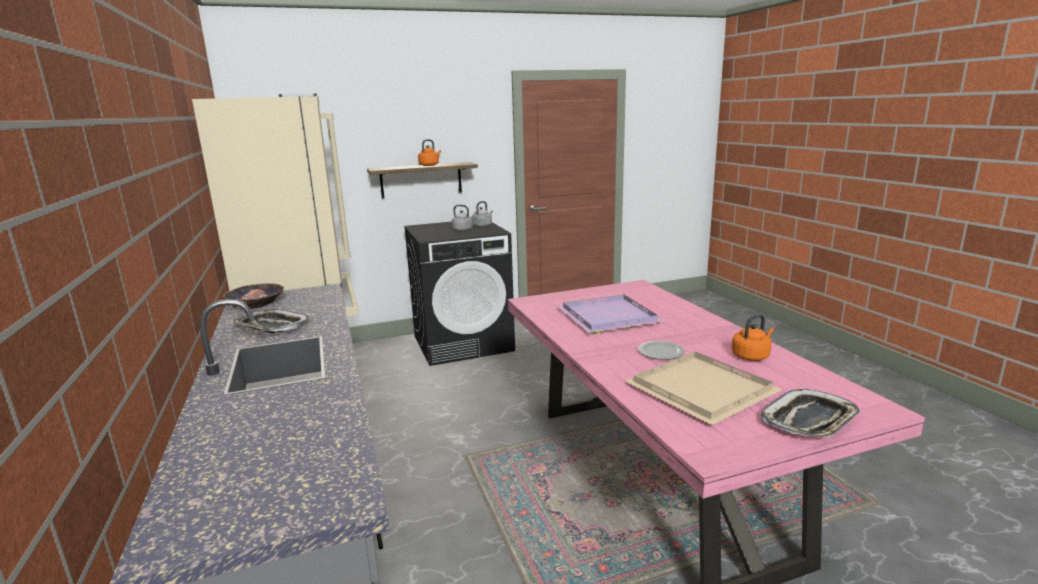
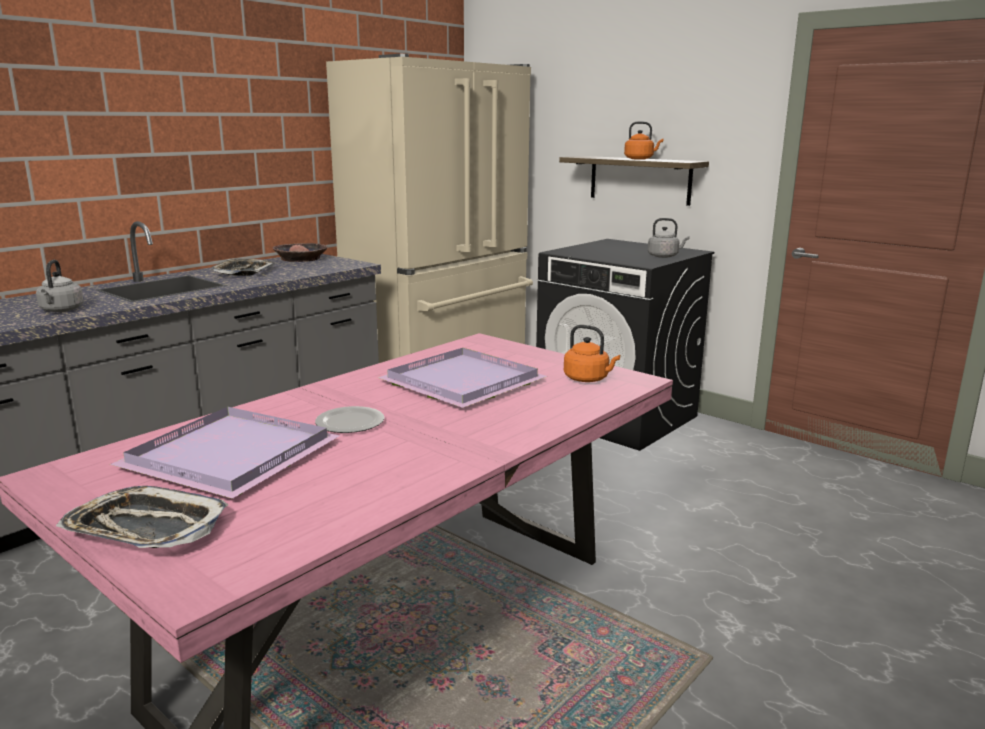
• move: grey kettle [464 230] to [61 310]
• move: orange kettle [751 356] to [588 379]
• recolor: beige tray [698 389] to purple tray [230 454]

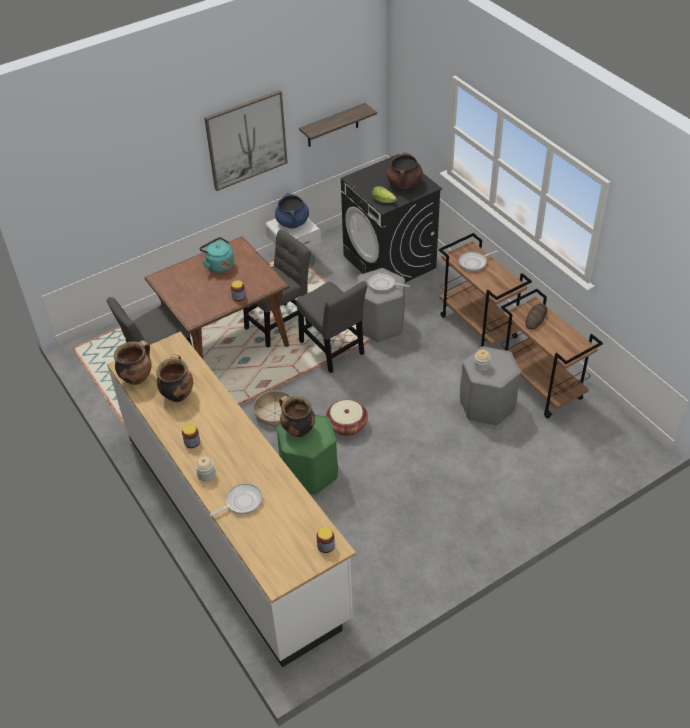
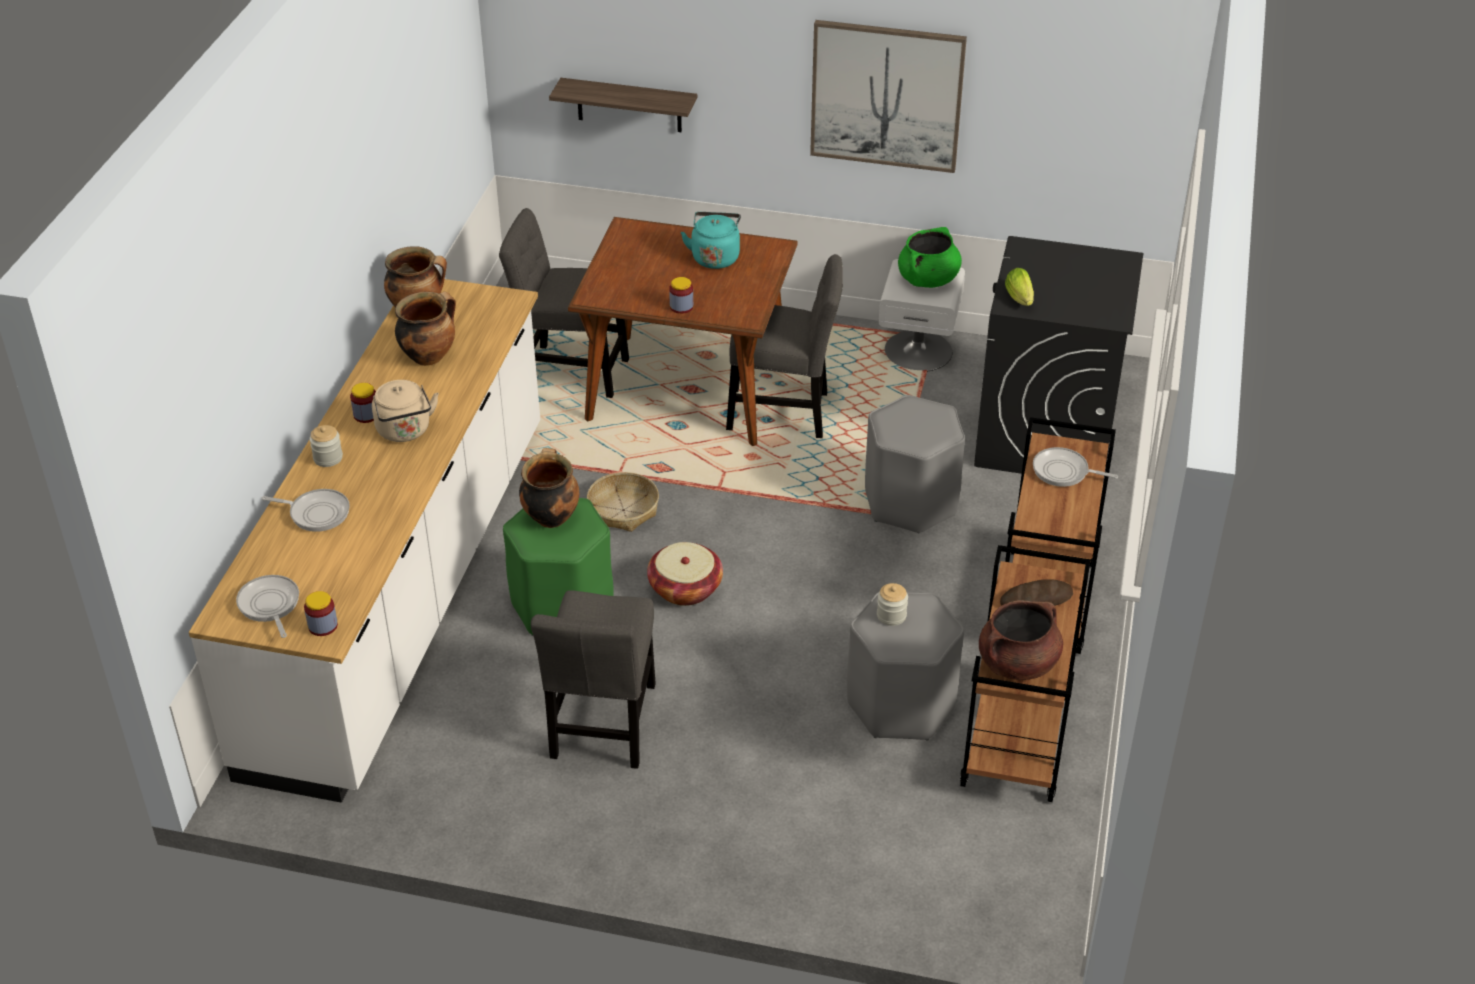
• insert: beige kettle [405 431]
• move: grey chair [333 350] to [603 727]
• move: shelf [332 126] to [629 105]
• move: frying pan [383 284] to [269 605]
• move: brown cooking pot [404 184] to [1017 664]
• recolor: blue cooking pot [292 222] to green cooking pot [928 280]

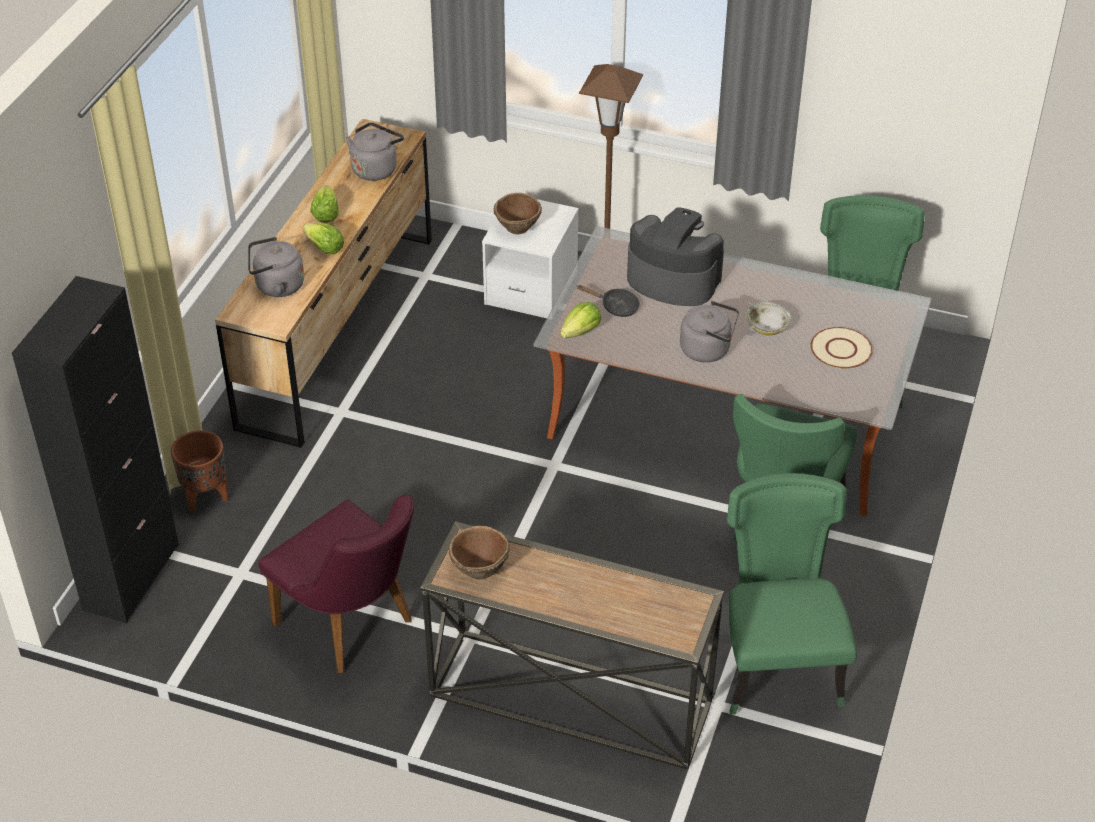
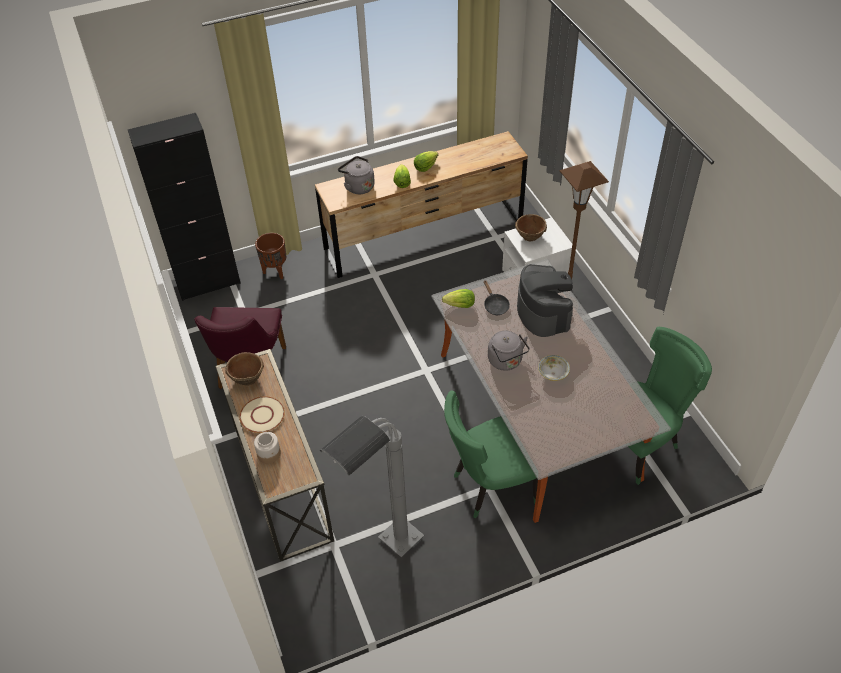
• delete: grey kettle [376 168]
• insert: jar [269 454]
• move: beige plate [841 349] to [262 415]
• replace: green chair [777 666] to grey floor lamp [385 554]

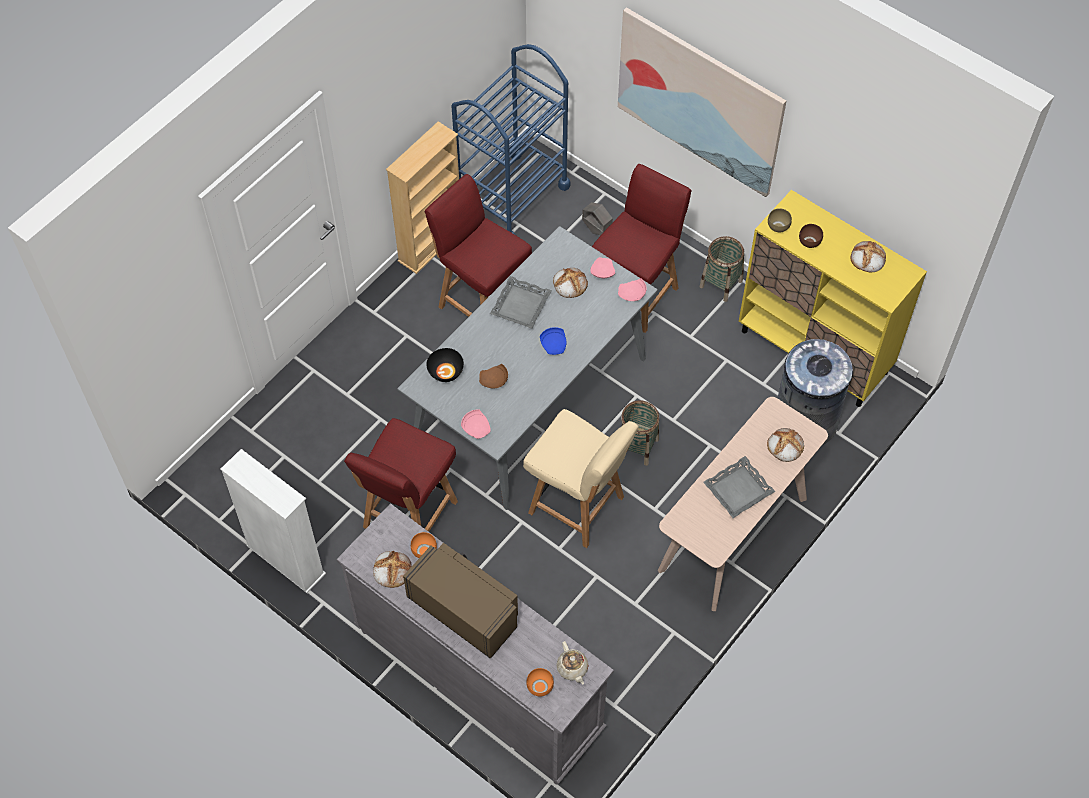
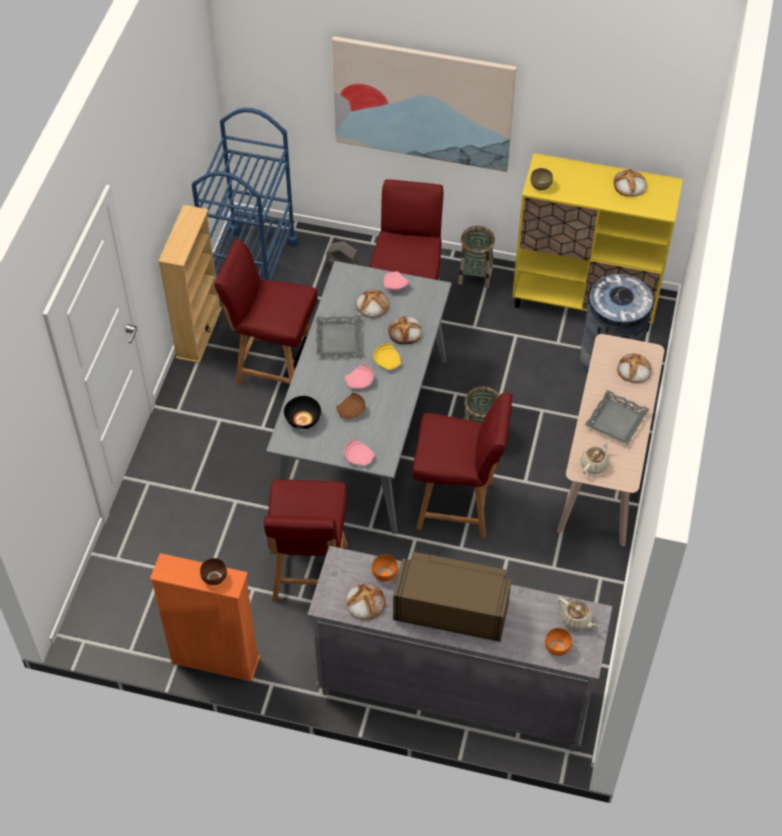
• insert: bread [405 332]
• insert: beige teapot [594 464]
• move: pink plate [632 294] to [360 381]
• move: brown bowl [810 242] to [215 577]
• recolor: white bookcase [286 560] to orange bookcase [215 660]
• recolor: beige chair [578 506] to red chair [457 505]
• recolor: blue plate [554 345] to yellow plate [388 361]

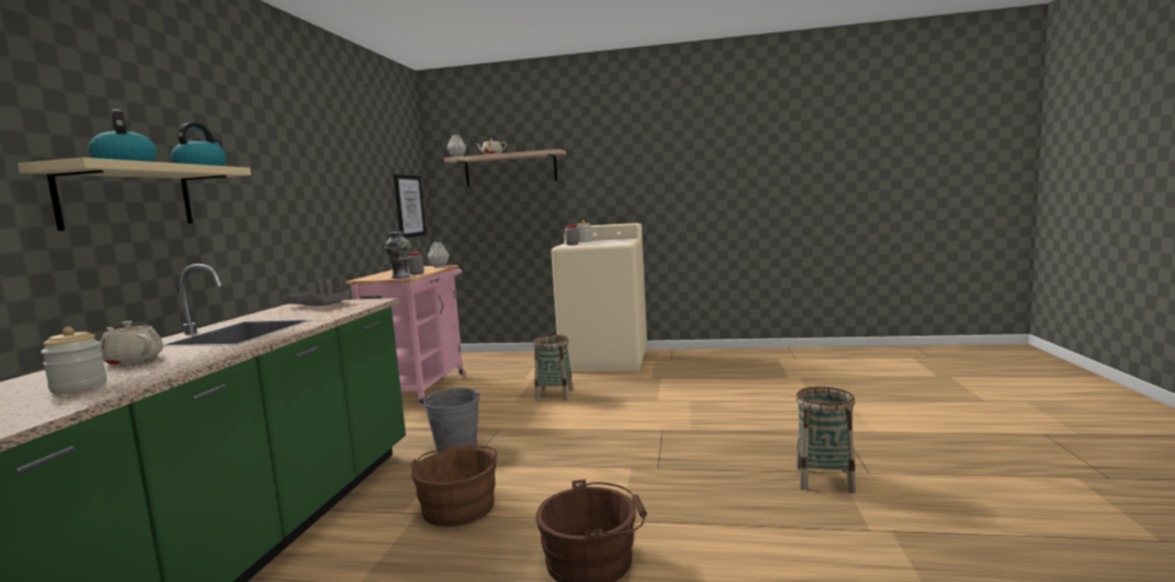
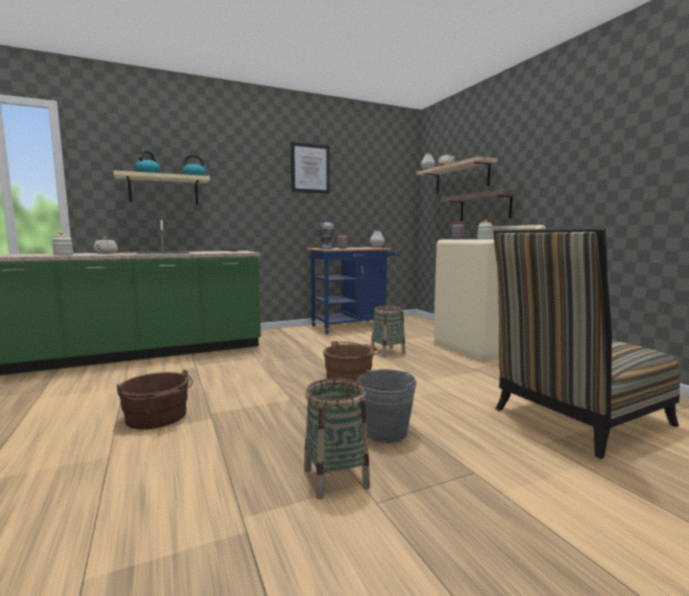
• insert: shelf [484 207]
• insert: chair [575 419]
• move: picture [409 206] to [310 168]
• move: brown bucket [459 505] to [350 376]
• move: grey bucket [456 446] to [385 432]
• recolor: pink cart [422 387] to blue cart [353 326]

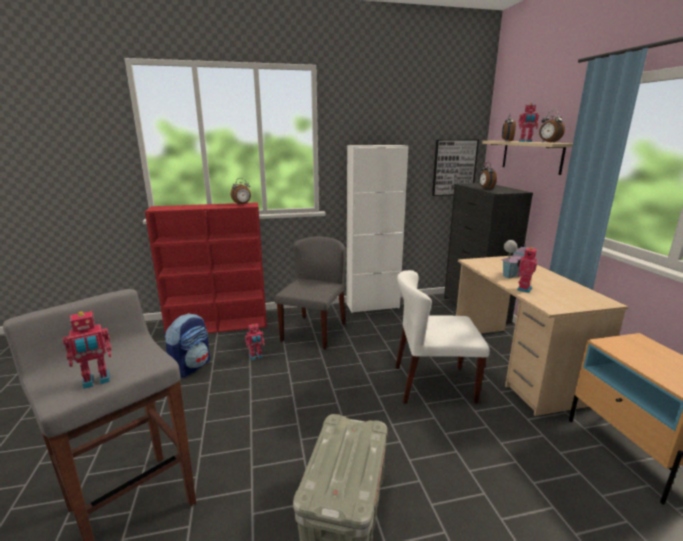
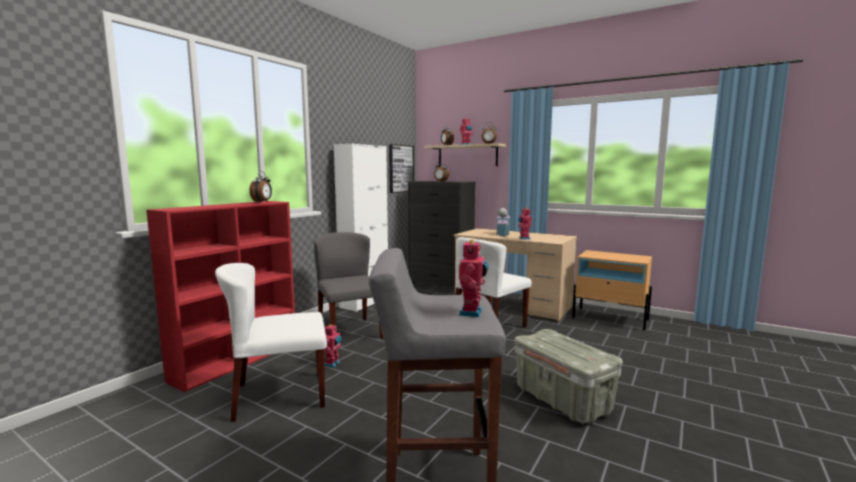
• replace: backpack [191 366] to white chair [279 396]

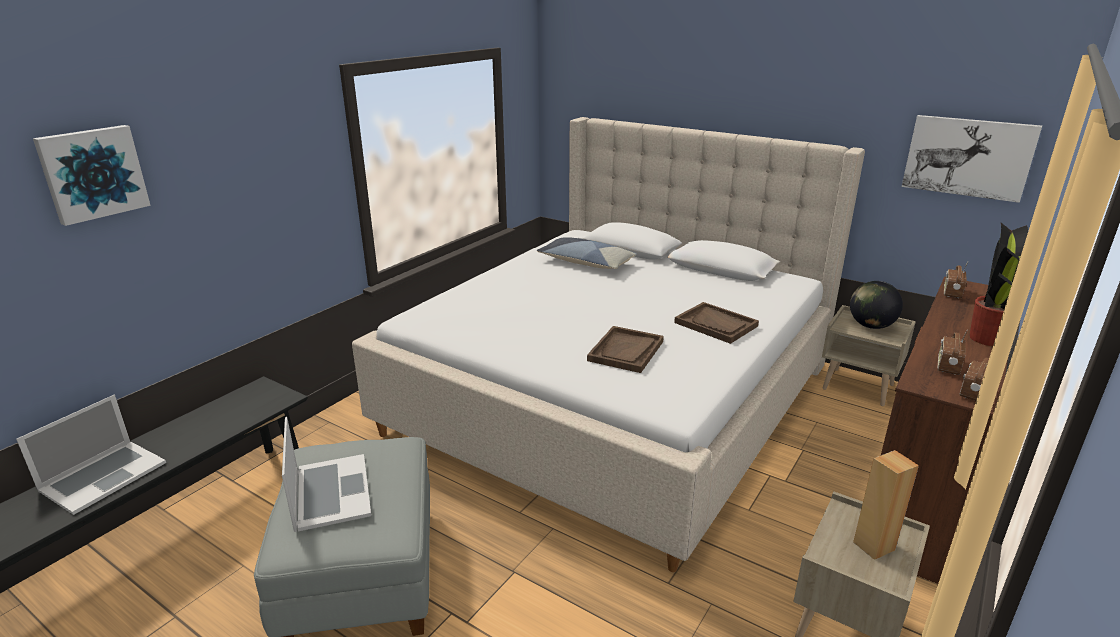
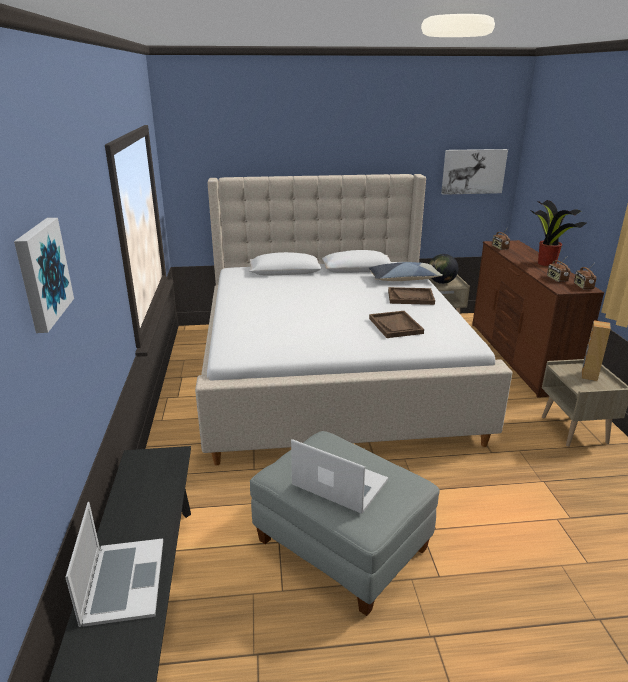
• move: pillow [586 262] to [403 279]

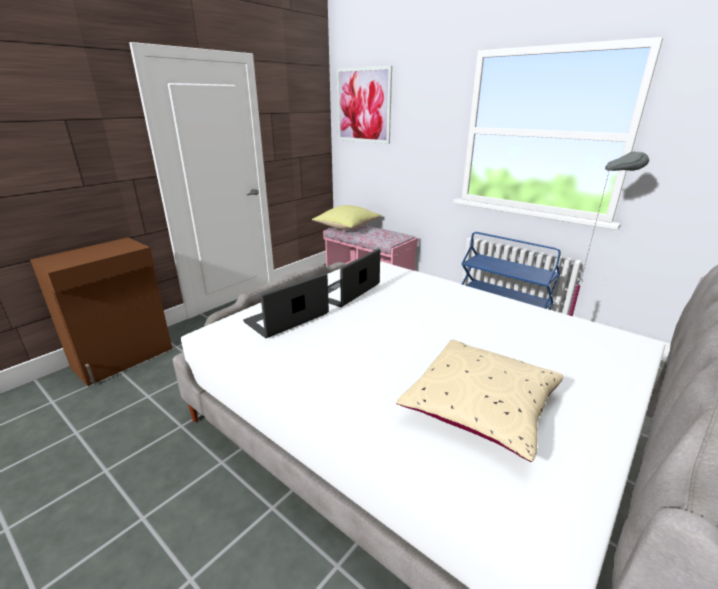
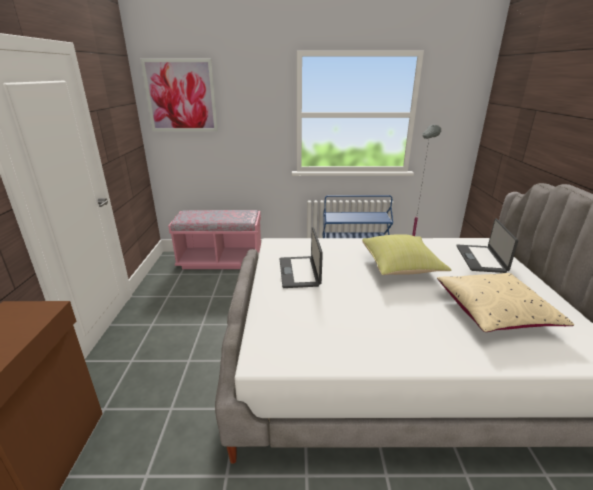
• move: laptop [287 318] to [481 259]
• move: yellow pillow [347 228] to [401 268]

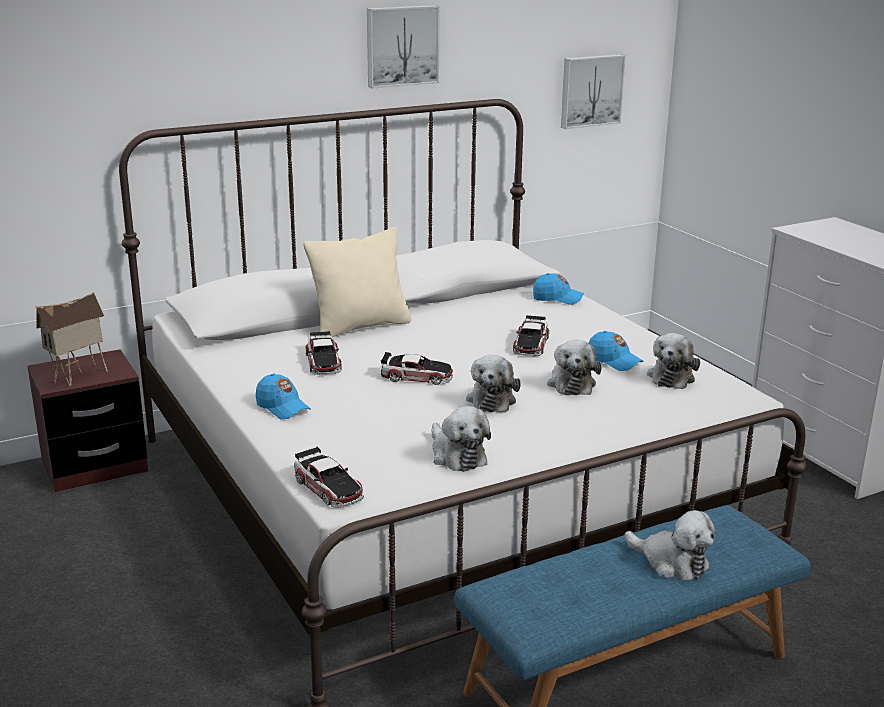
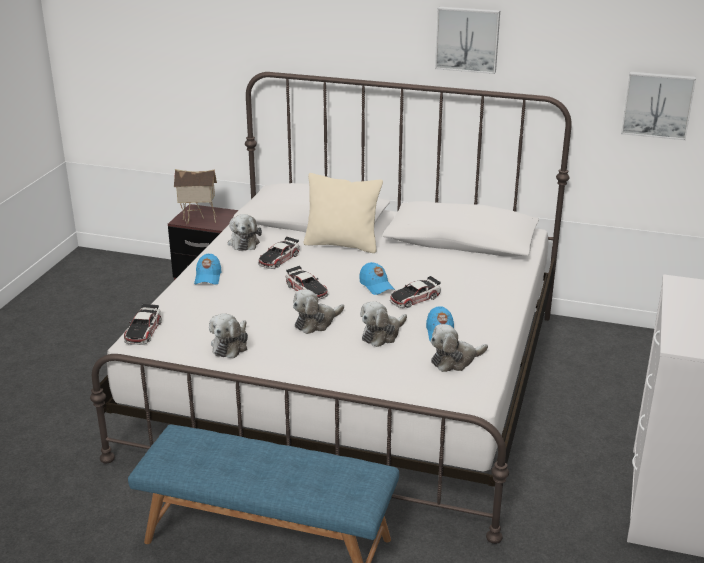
• move: blue cap [557 298] to [376 286]
• move: plush toy [671 562] to [244 242]

